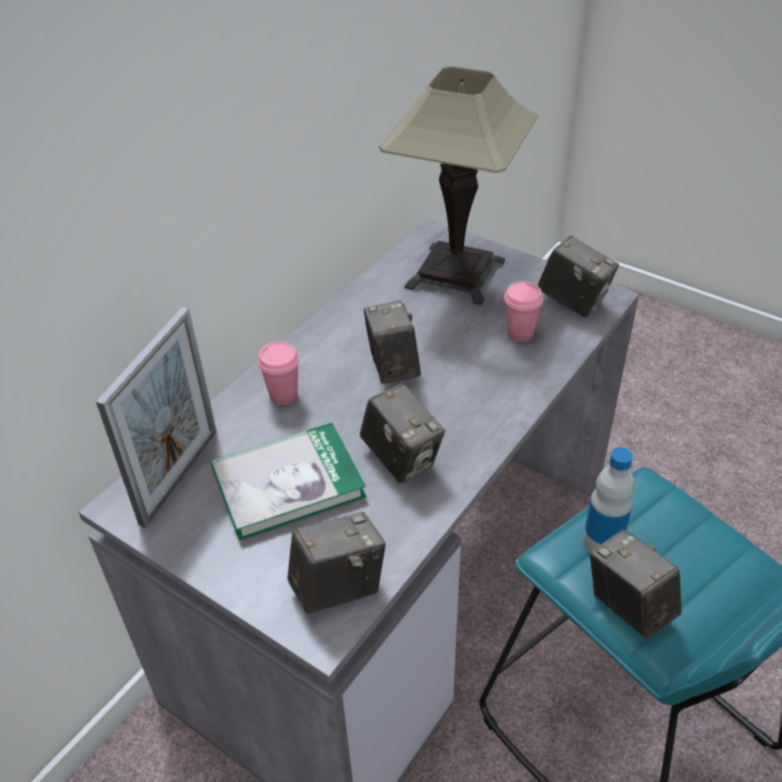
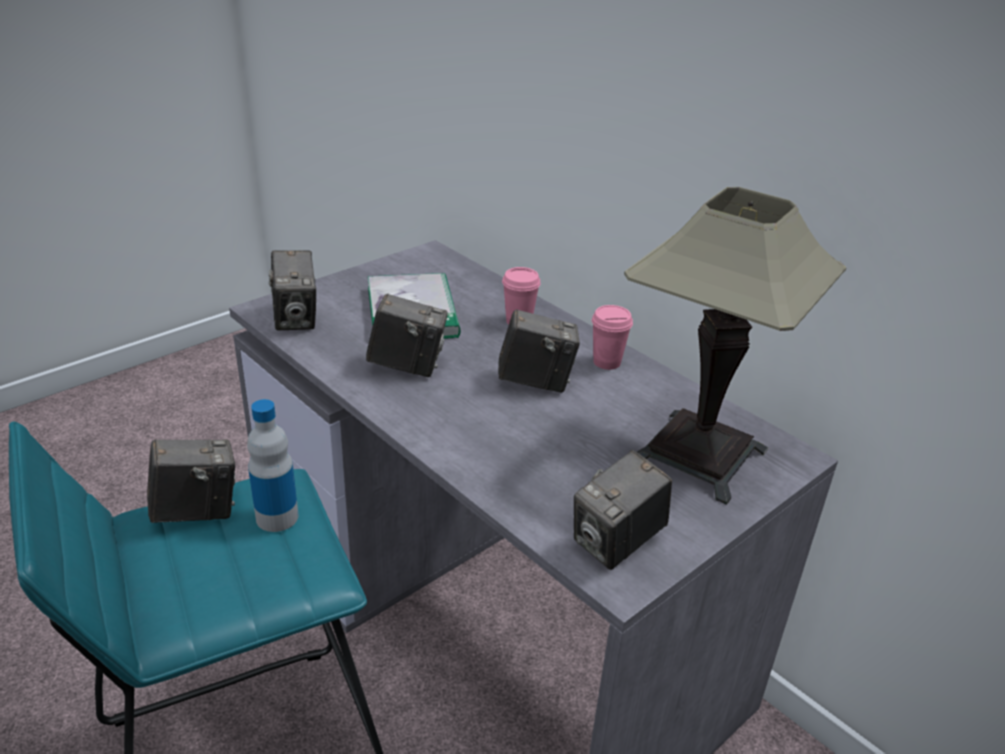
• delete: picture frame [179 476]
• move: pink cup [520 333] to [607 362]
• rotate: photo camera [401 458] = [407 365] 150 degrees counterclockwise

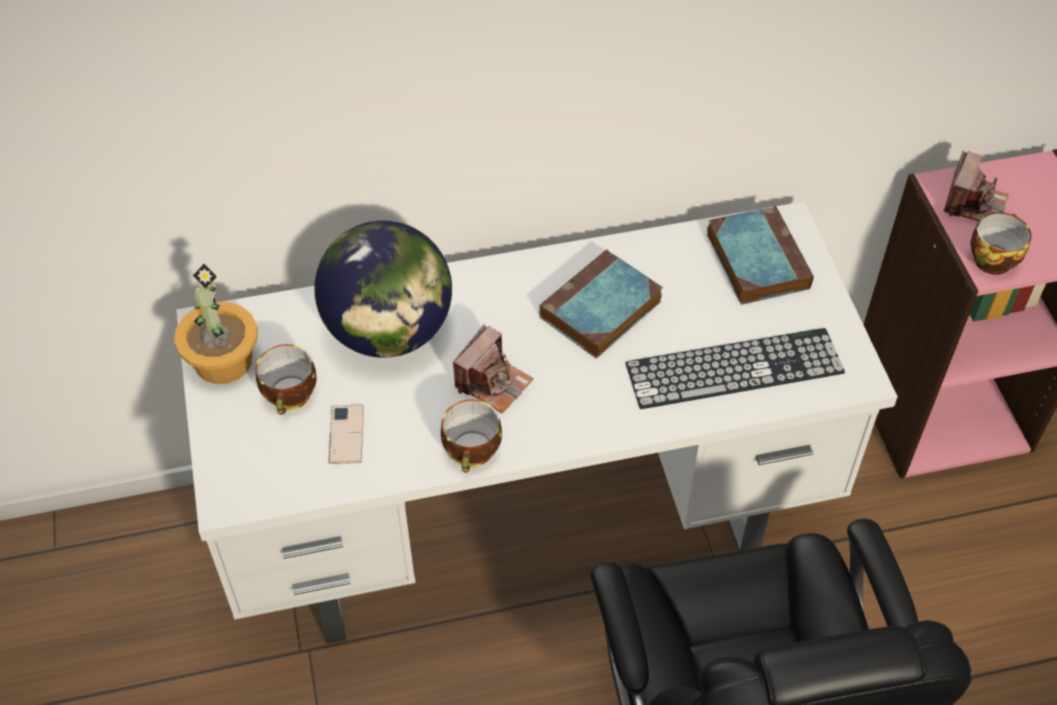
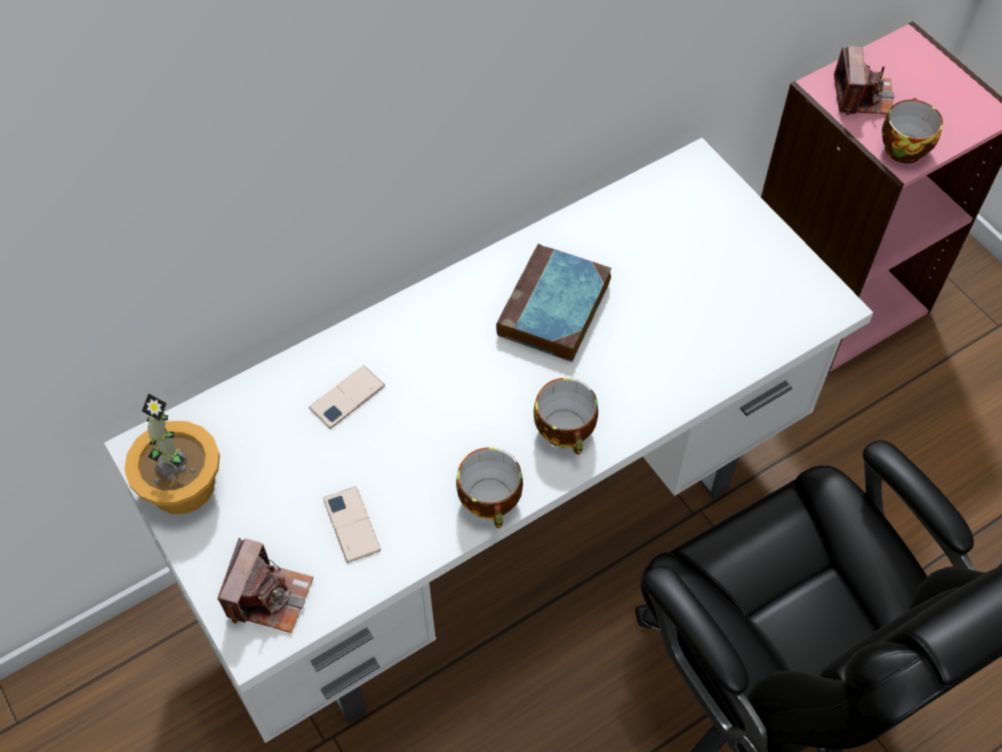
• delete: keyboard [734 368]
• delete: book [755 259]
• move: cup [291 396] to [567 431]
• move: photo camera [493 382] to [269 596]
• replace: globe [388 331] to phone [347 397]

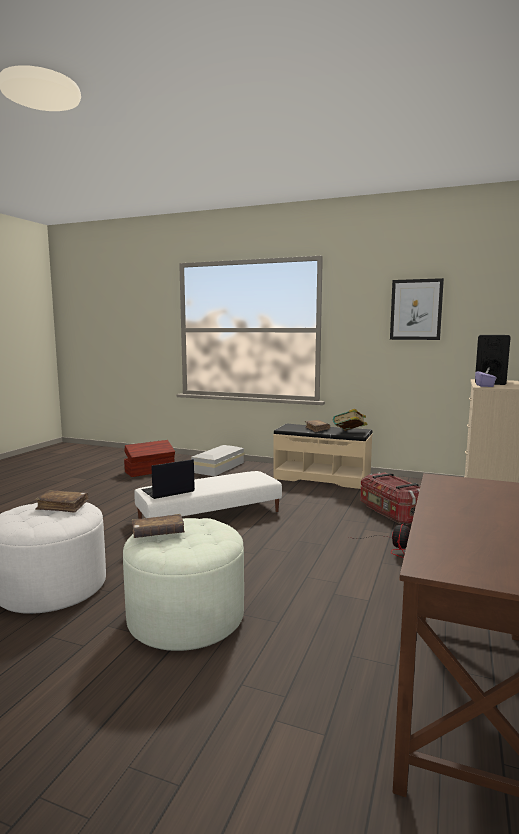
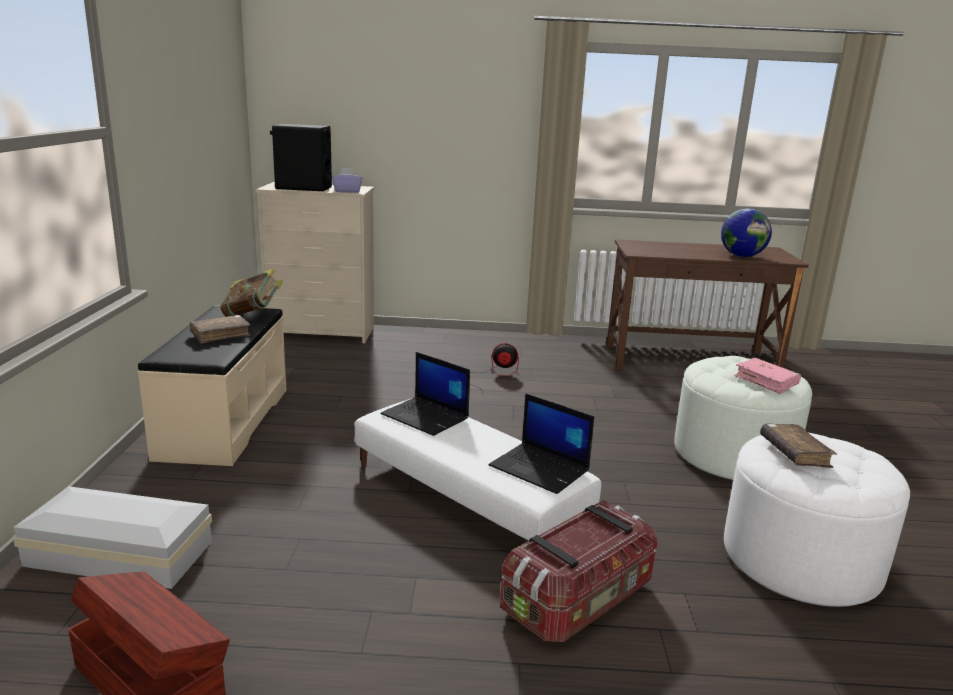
• delete: picture [416 309]
• insert: laptop [426 417]
• insert: globe [742 256]
• move: storage box [391 512] to [579 600]
• recolor: brown book [158 533] to pink book [766 382]

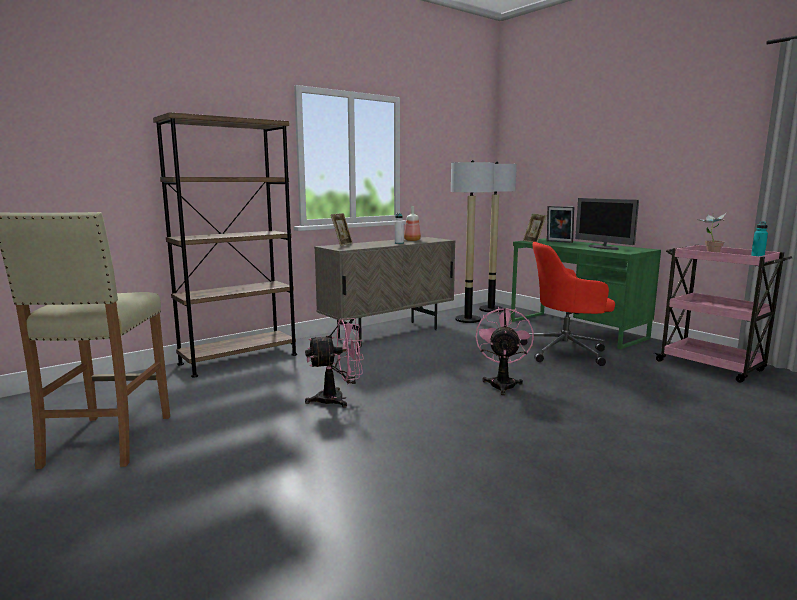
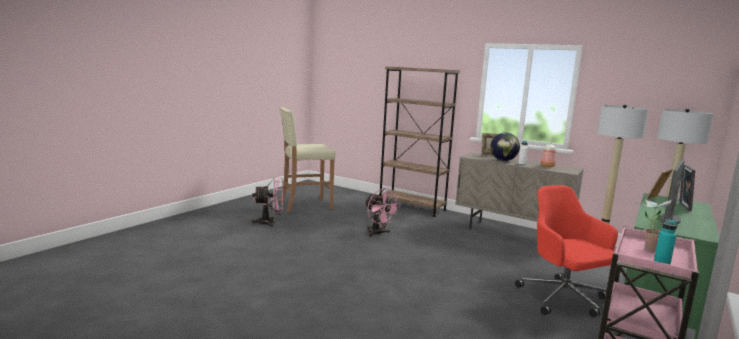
• insert: globe [503 160]
• move: pink fan [502 383] to [270 223]

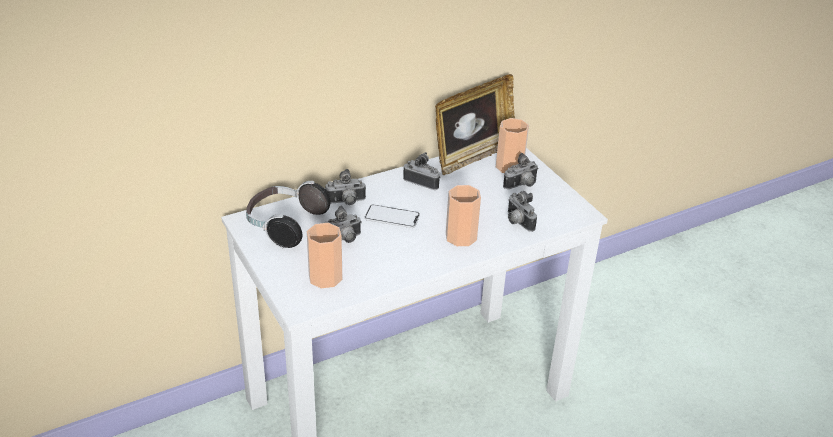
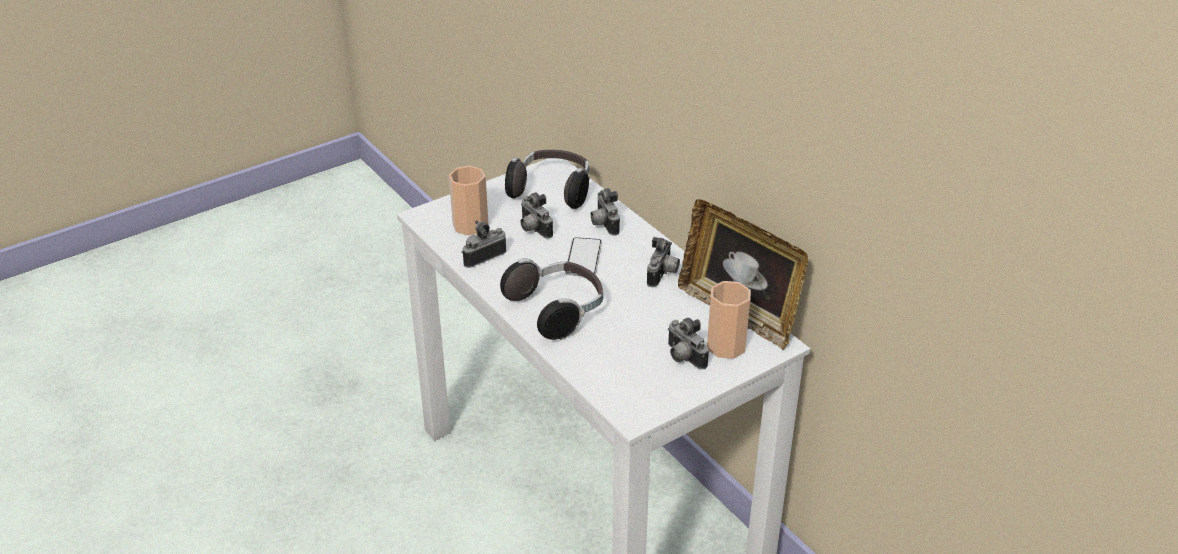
• move: photo camera [517 222] to [482 256]
• replace: cup [461 237] to headphones [557 311]

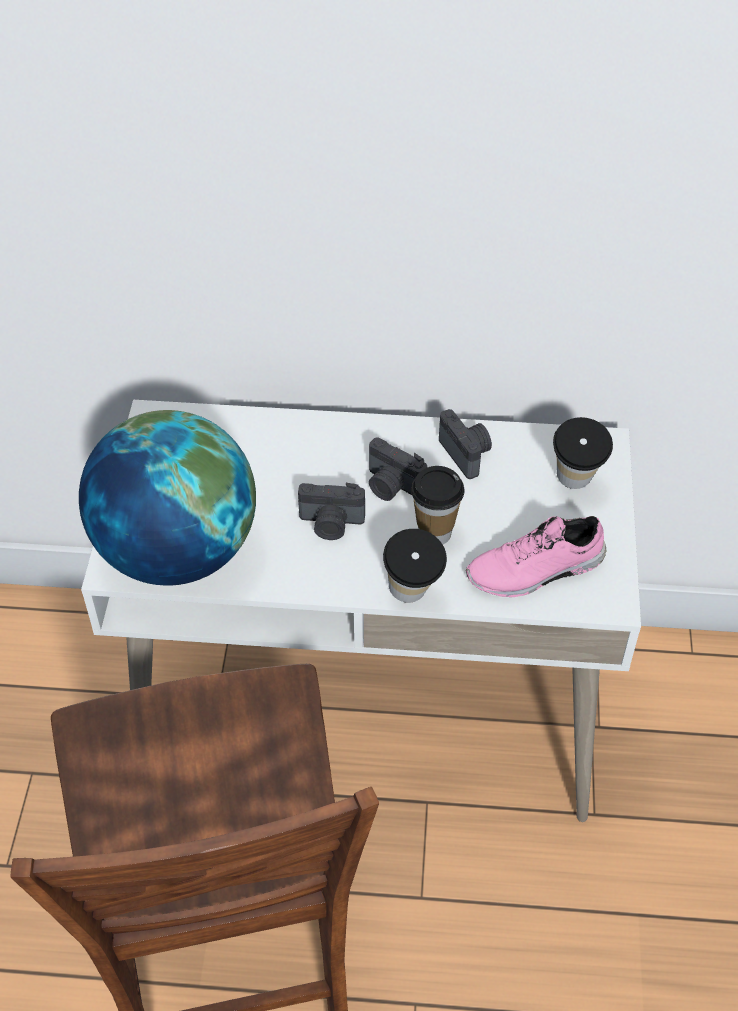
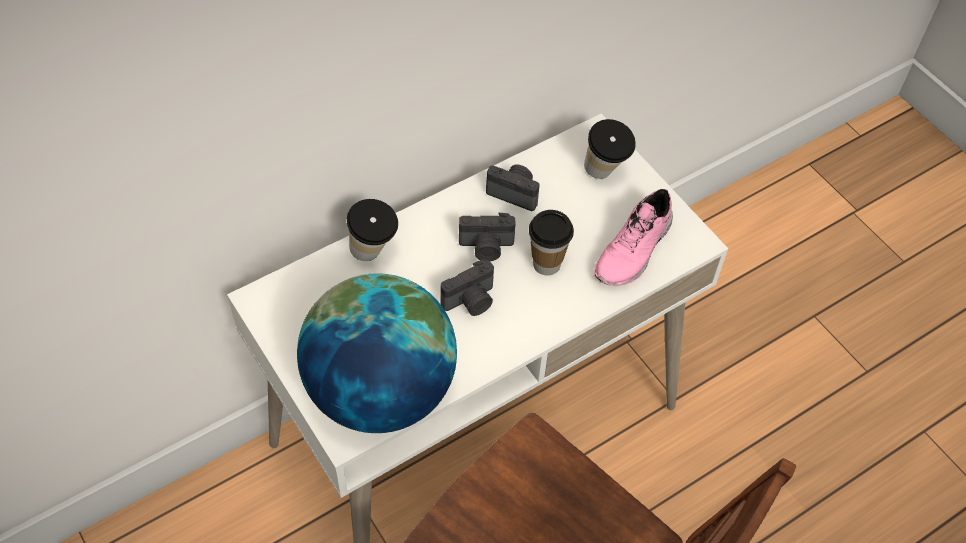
• move: cup [412 598] to [373 254]

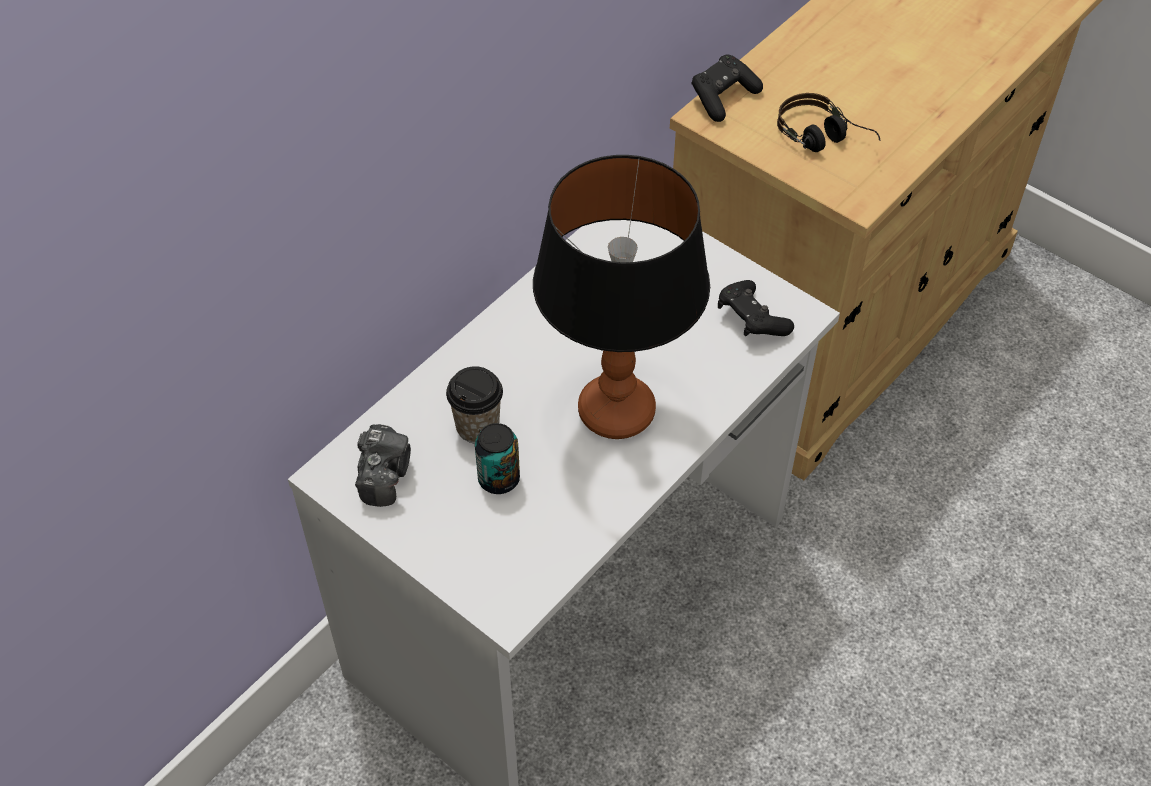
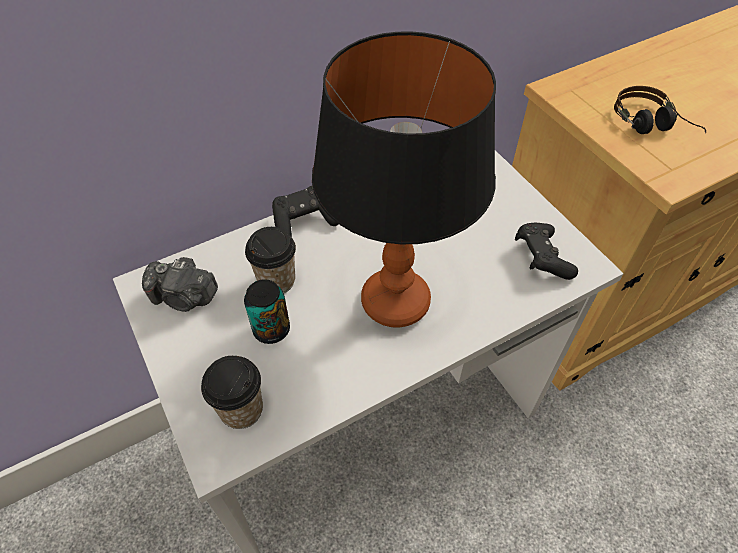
• insert: cup [241 410]
• move: black game controller [723 97] to [304 222]
• rotate: photo camera [384 474] = [184 297] 75 degrees clockwise

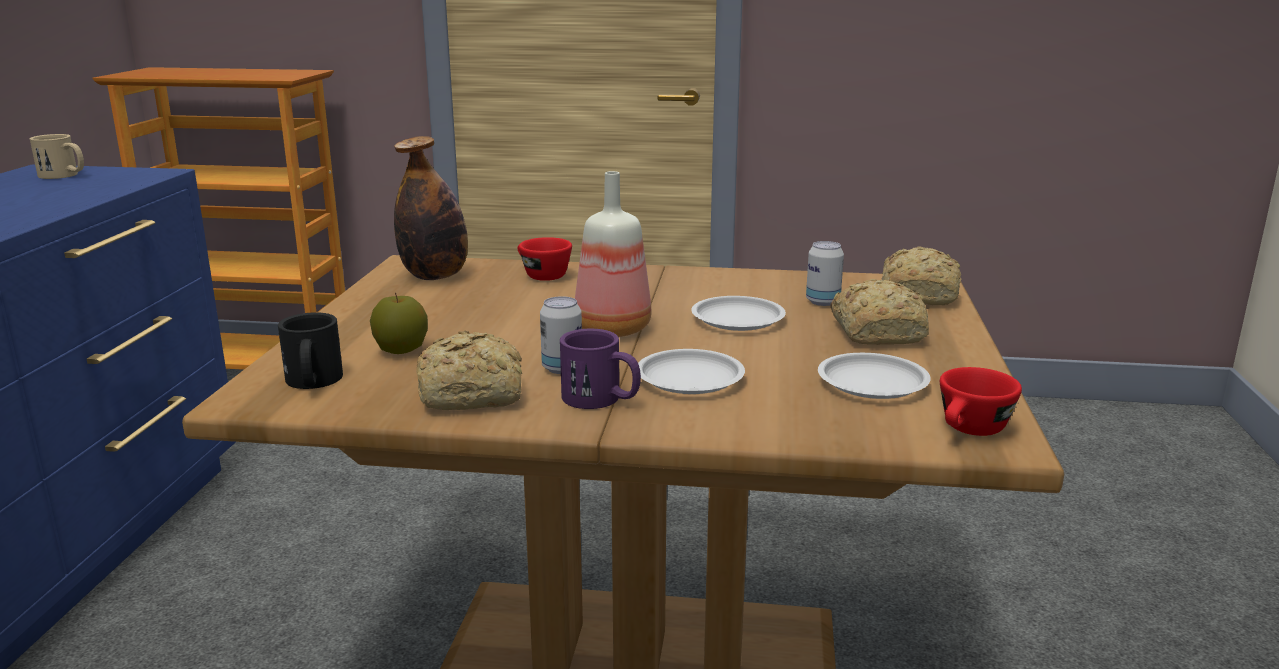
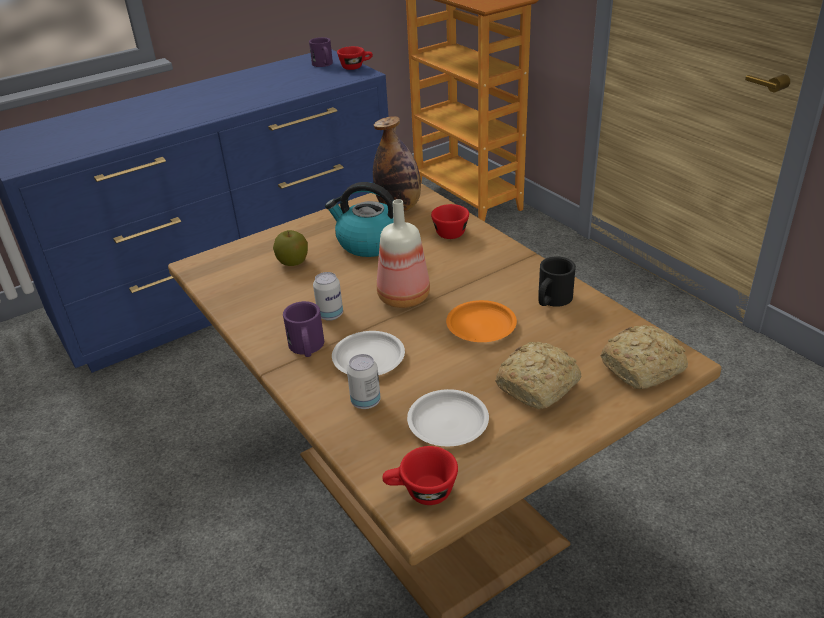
• delete: bread [475 395]
• insert: kettle [369 243]
• insert: red cup [356 67]
• move: black mug [313 383] to [551 300]
• move: can [822 302] to [365 402]
• recolor: beige mug [64 176] to purple mug [324 65]
• recolor: white plate [738 319] to orange plate [481 326]

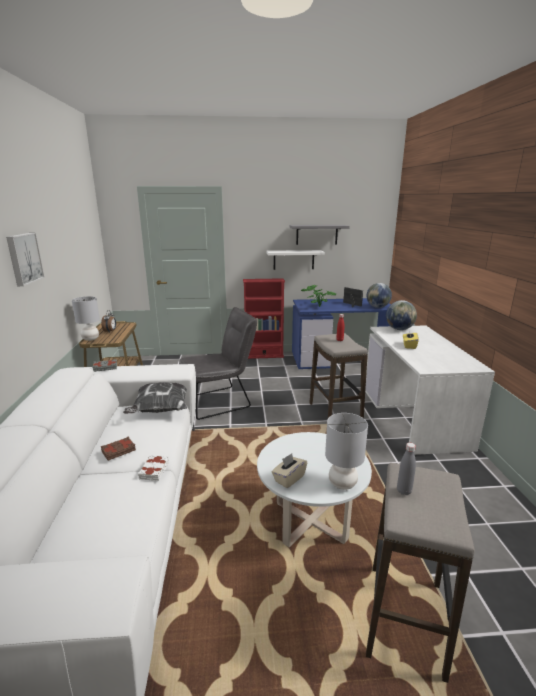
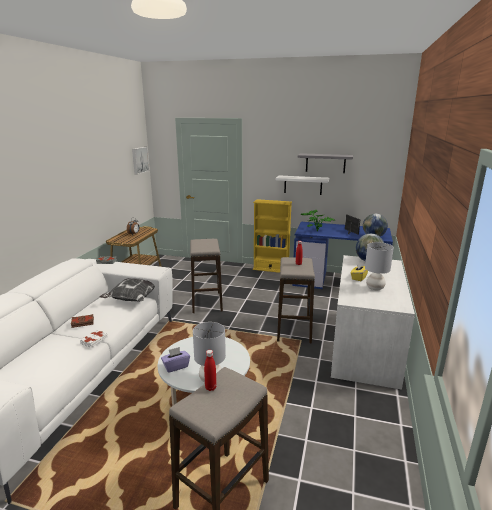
• move: picture [23 258] to [139 160]
• move: grey table lamp [90 339] to [374 288]
• replace: grey chair [220 401] to stool [207 302]
• recolor: red bookcase [264 355] to yellow bookcase [271 269]
• recolor: beige tissue box [289 478] to purple tissue box [176 366]
• recolor: grey bottle [404 491] to red bottle [210 388]

